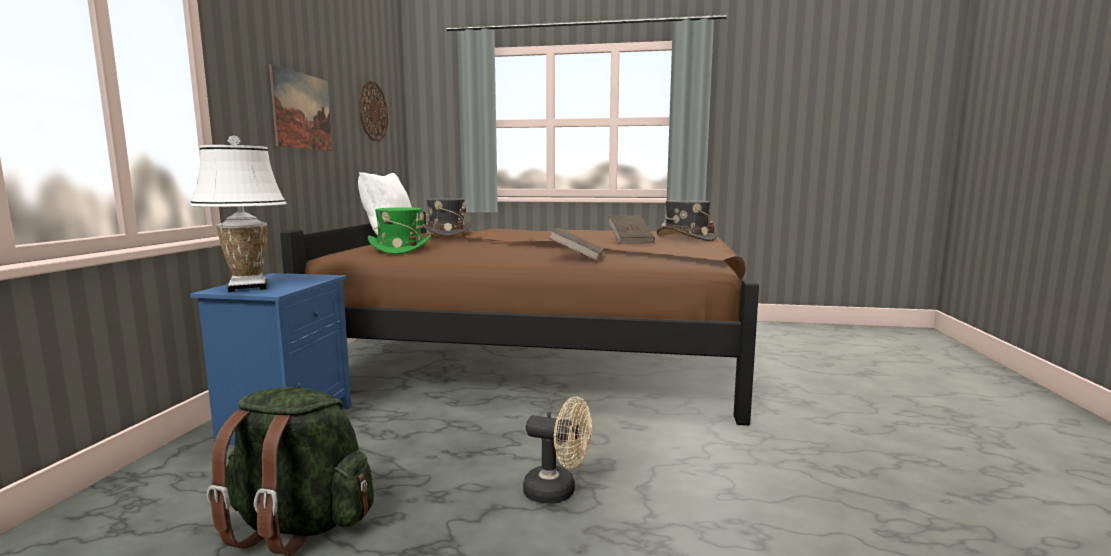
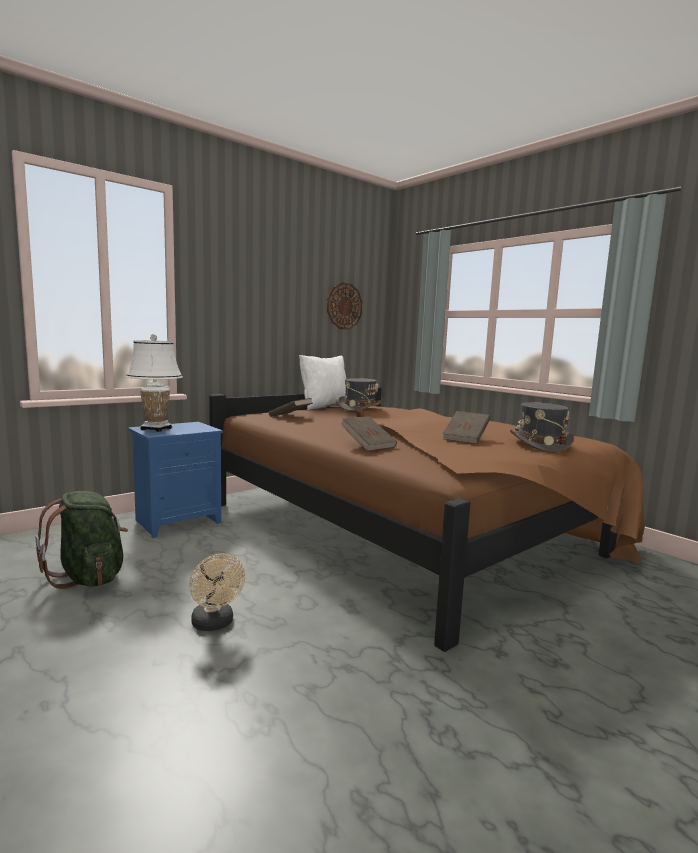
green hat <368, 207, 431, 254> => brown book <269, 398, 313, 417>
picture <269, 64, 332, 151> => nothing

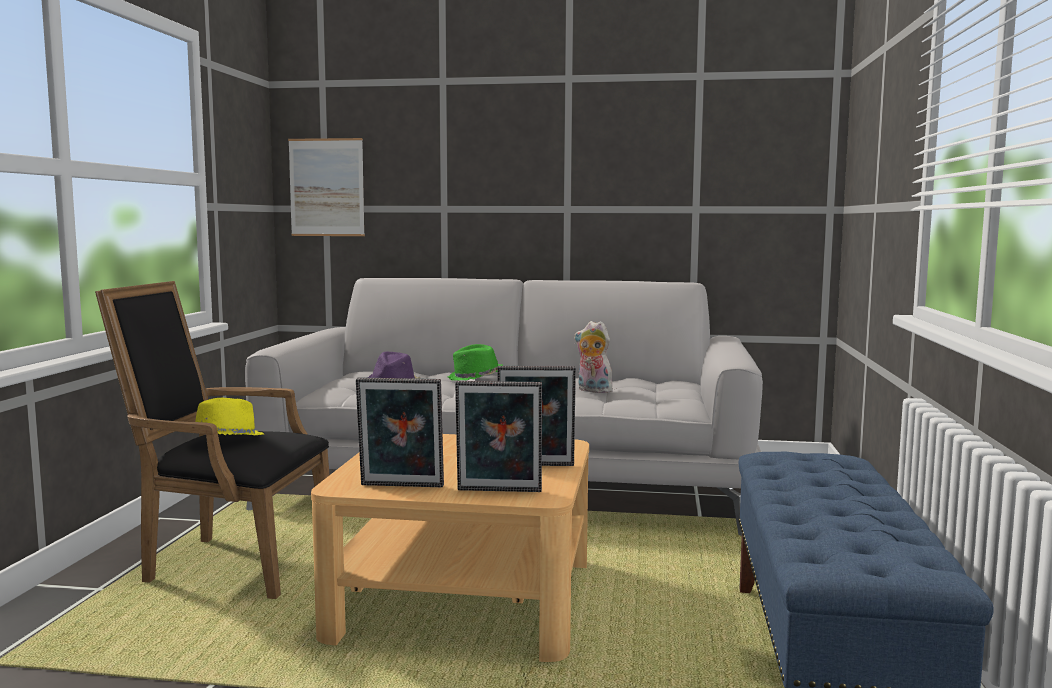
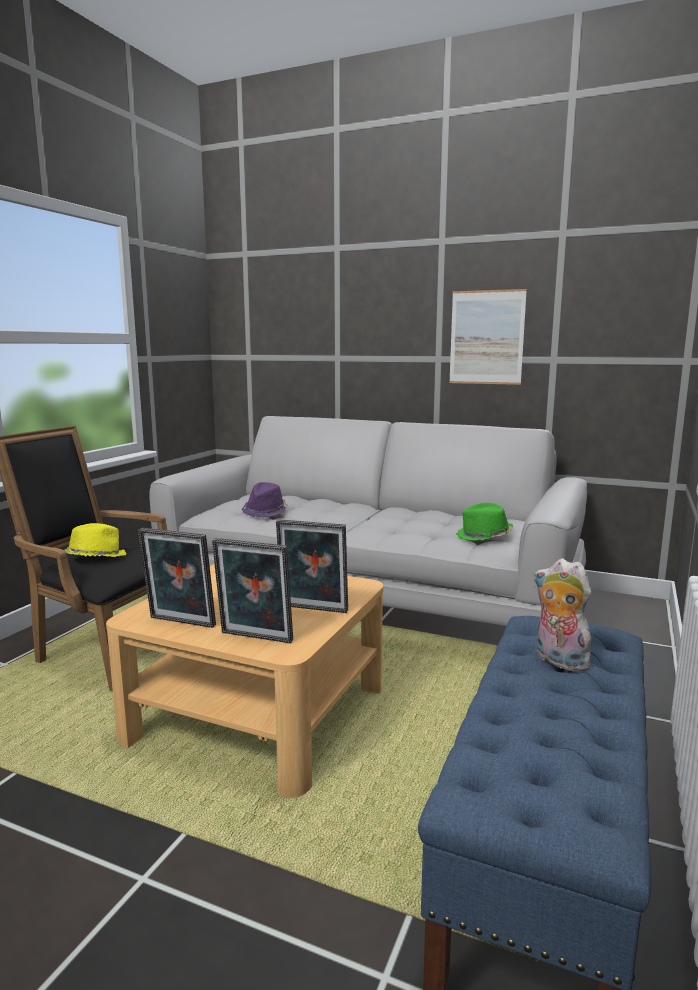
picture <288, 138, 365, 236> => picture <449, 289, 527, 385>, moved
green hat <448, 344, 503, 381> => green hat <456, 503, 513, 541>, moved
plush toy <574, 321, 613, 393> => plush toy <534, 558, 591, 672>, moved

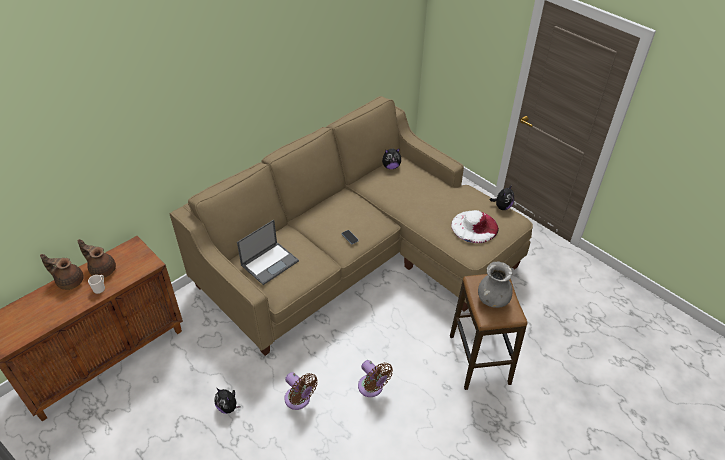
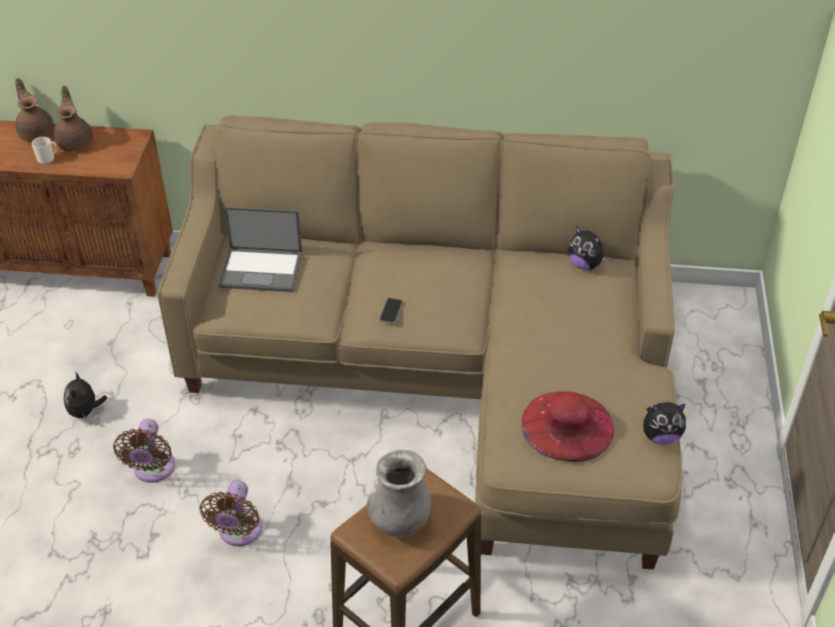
white hat <451, 210, 499, 243> => red hat <521, 391, 614, 462>

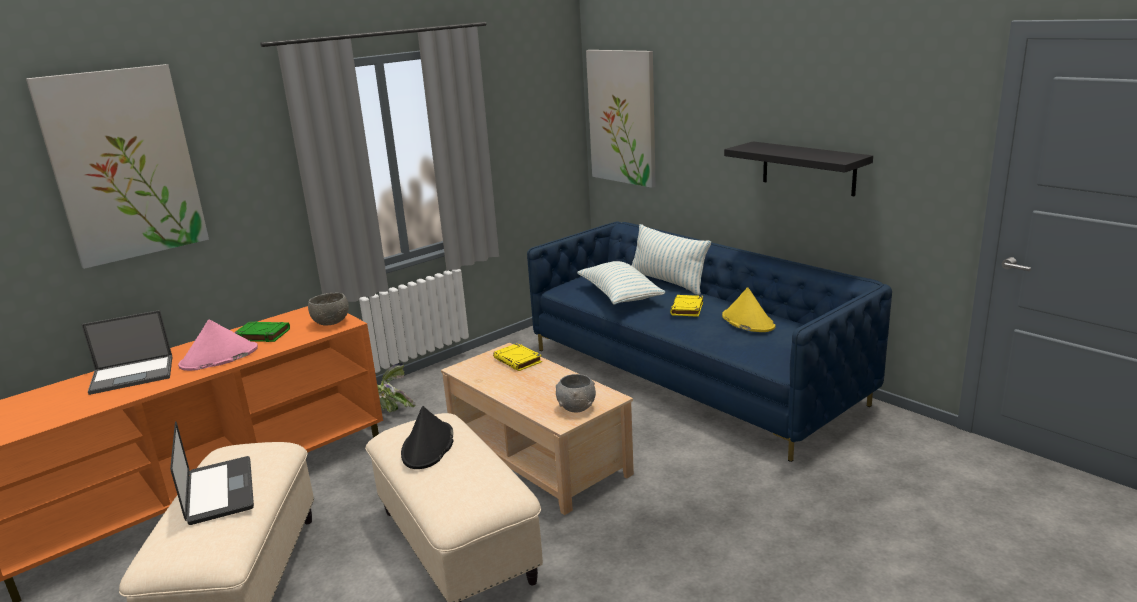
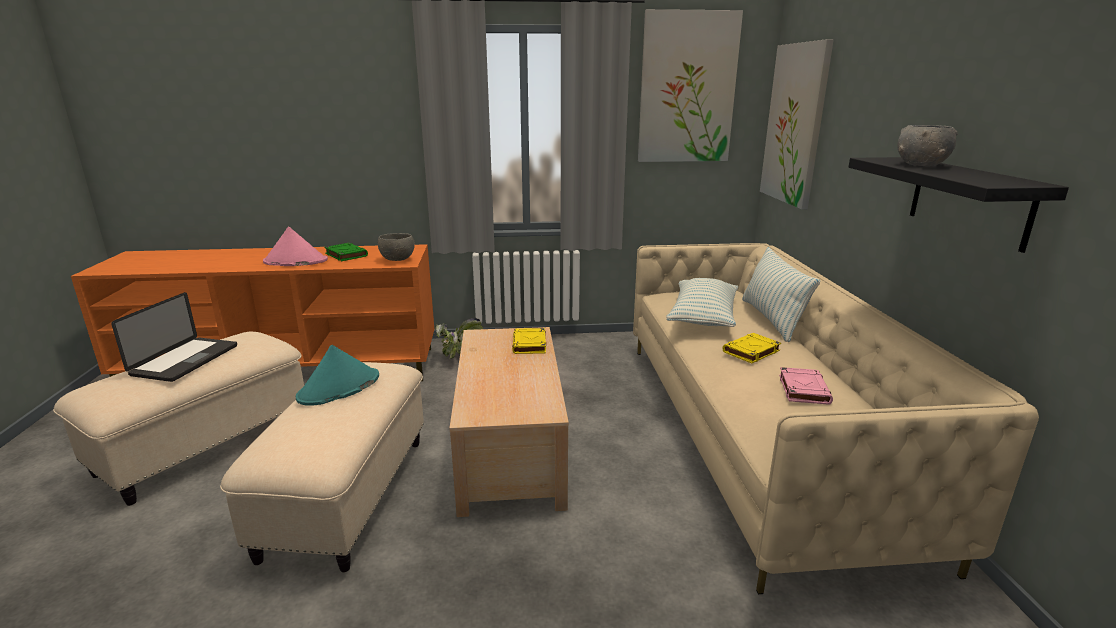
black hat <401, 406, 454, 469> => turquoise hat <296, 345, 379, 406>
blue sofa <527, 221, 892, 462> => beige sofa <633, 243, 1039, 594>
picture <26, 64, 209, 269> => picture <638, 9, 743, 162>, moved
yellow hat <722, 287, 775, 332> => pink book <779, 367, 833, 405>
grey bowl <556, 374, 596, 412> => grey bowl <897, 125, 958, 167>, moved
laptop <81, 310, 172, 395> => nothing

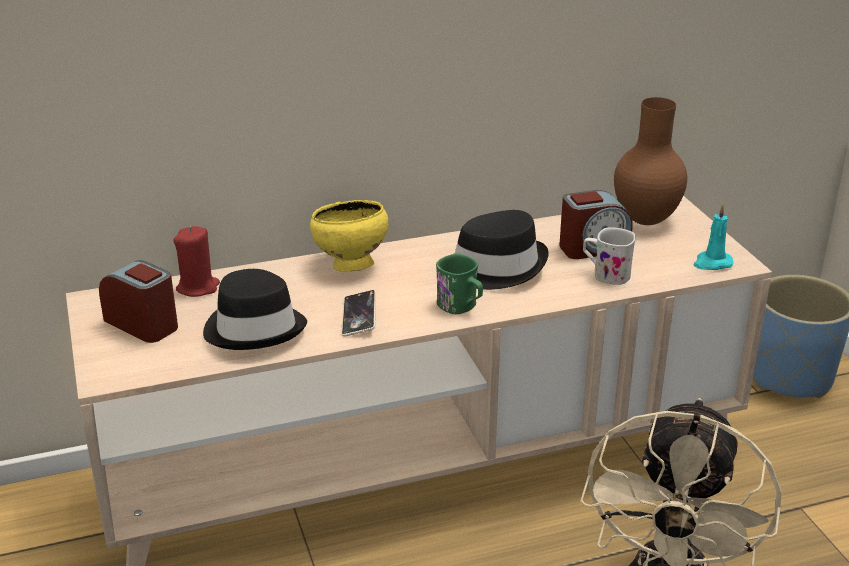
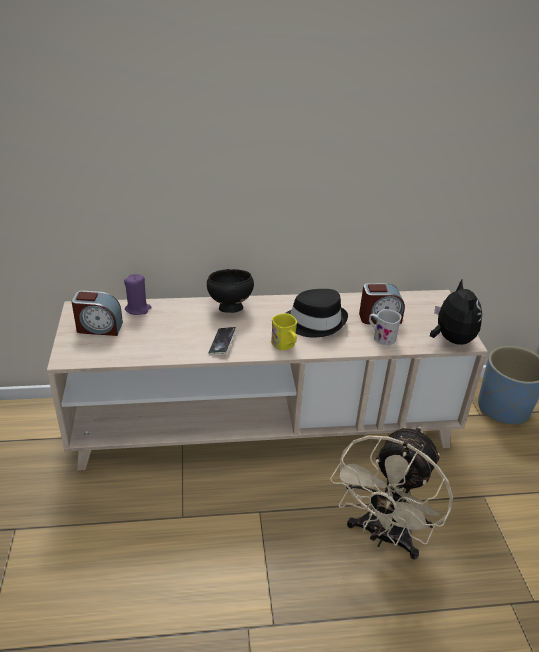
alarm clock <99, 260, 178, 343> => alarm clock <71, 290, 123, 336>, 135 degrees clockwise
red candle <174, 226, 220, 297> => purple candle <124, 274, 151, 315>
yellow bowl <310, 200, 388, 272> => black bowl <207, 269, 254, 313>
green mug <436, 254, 483, 314> => yellow mug <271, 313, 297, 350>
turquoise candle <693, 204, 733, 270> => plush toy <430, 278, 482, 345>
black hat <203, 269, 307, 350> => nothing
brown vase <614, 97, 687, 225> => nothing

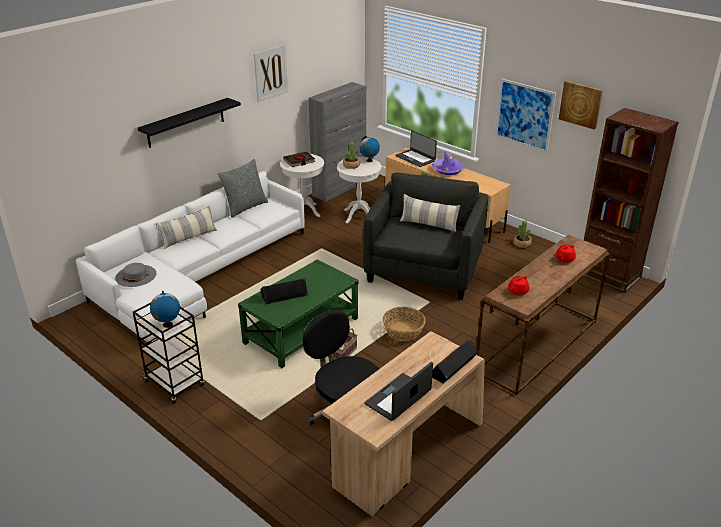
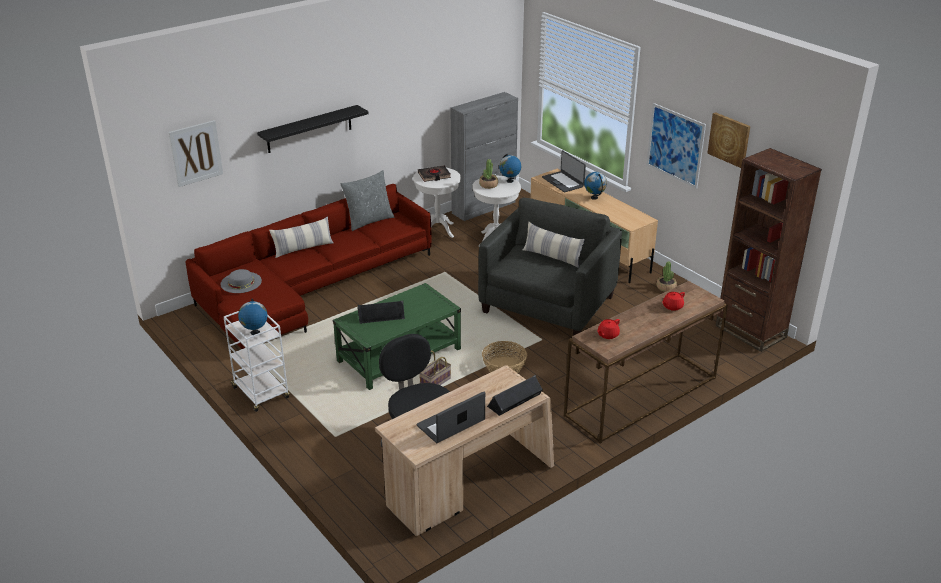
picture <254, 44, 288, 102> => picture <168, 120, 223, 187>, moved
white sofa <76, 171, 305, 345> => red sofa <185, 184, 431, 349>
black cart <133, 303, 205, 404> => white cart <224, 311, 290, 412>
purple hat <432, 151, 465, 175> => globe <584, 172, 607, 200>

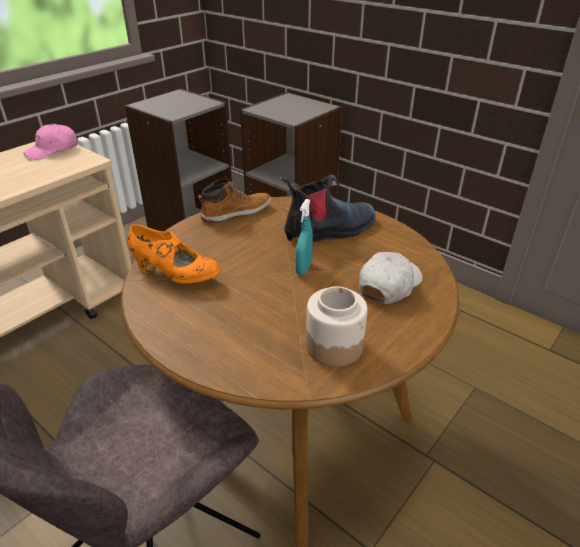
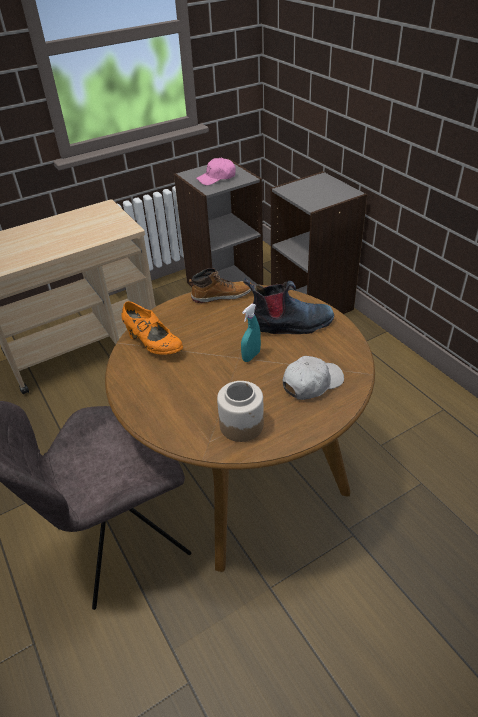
pink cap <23, 124, 77, 160> => pink cap <196, 158, 236, 185>, moved

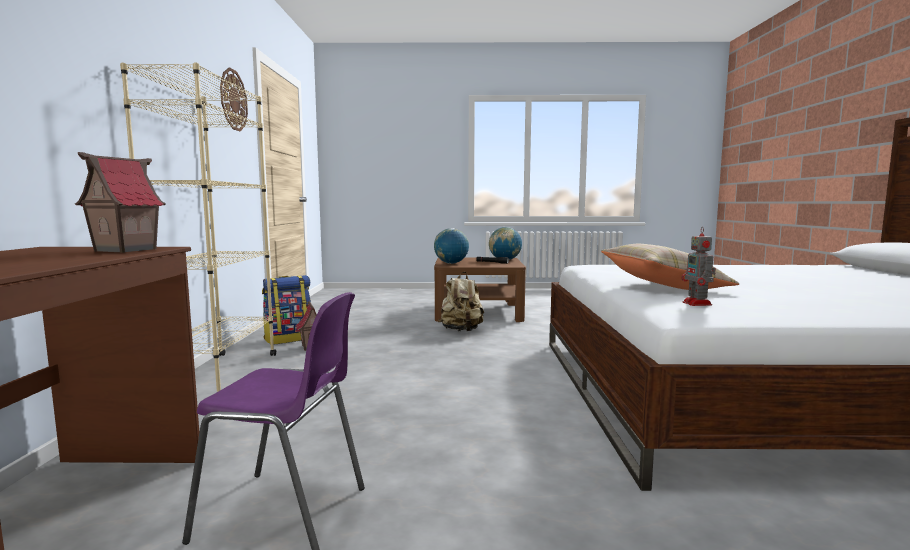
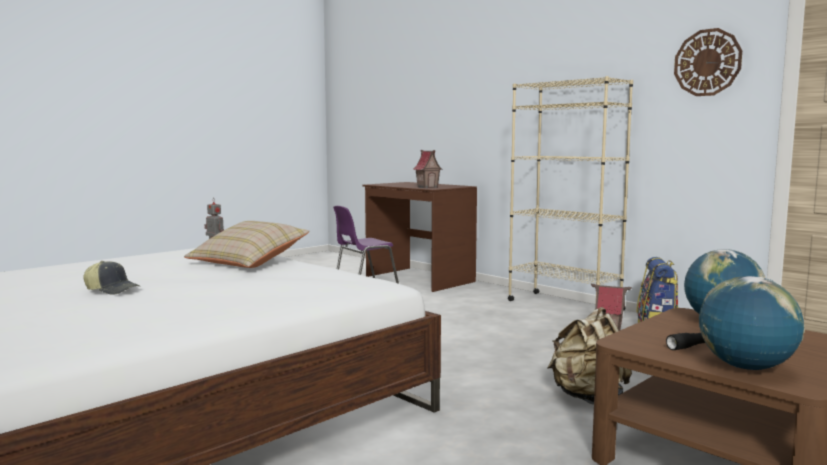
nothing => cap <83, 261, 140, 295>

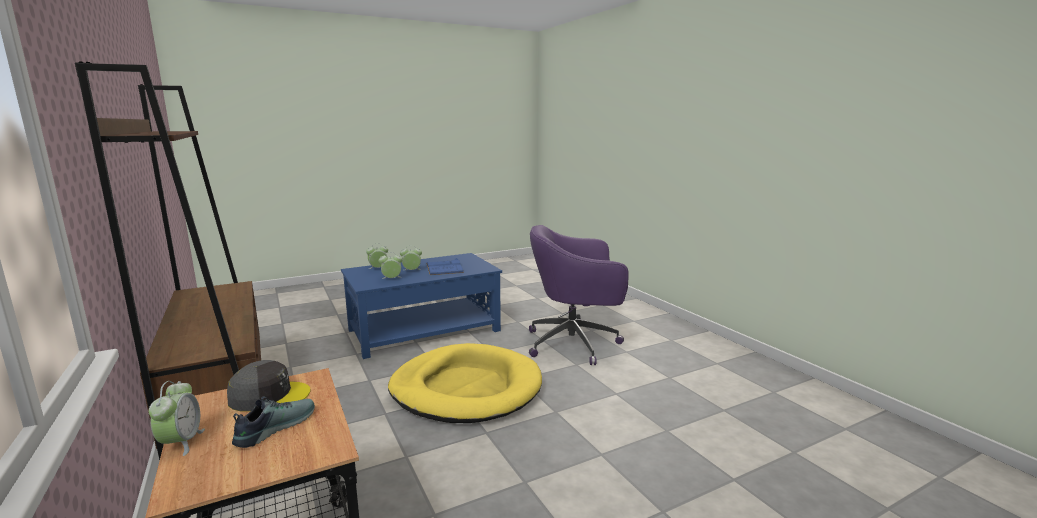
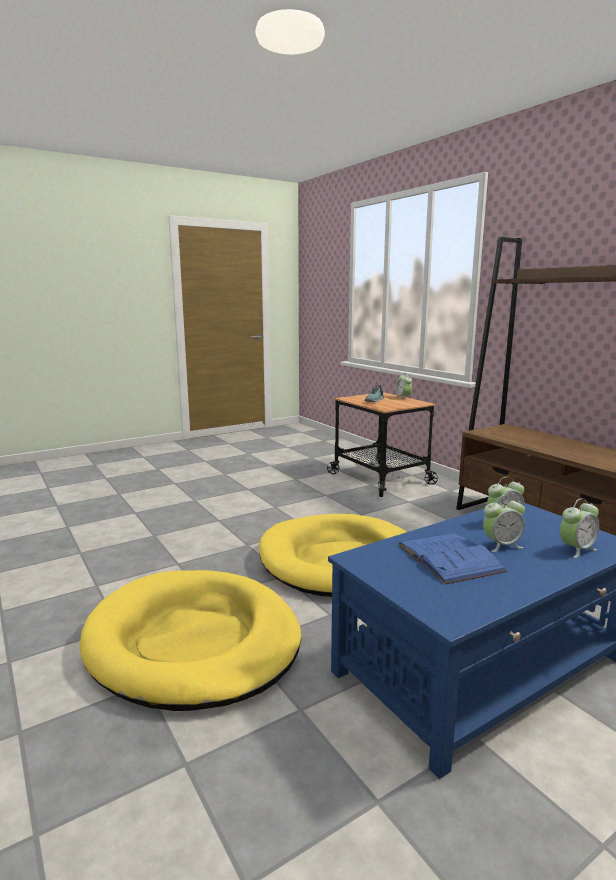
purple office chair <529, 225, 629, 365> => yellow dog bed <80, 570, 301, 711>
grey cap <227, 360, 311, 411> => nothing

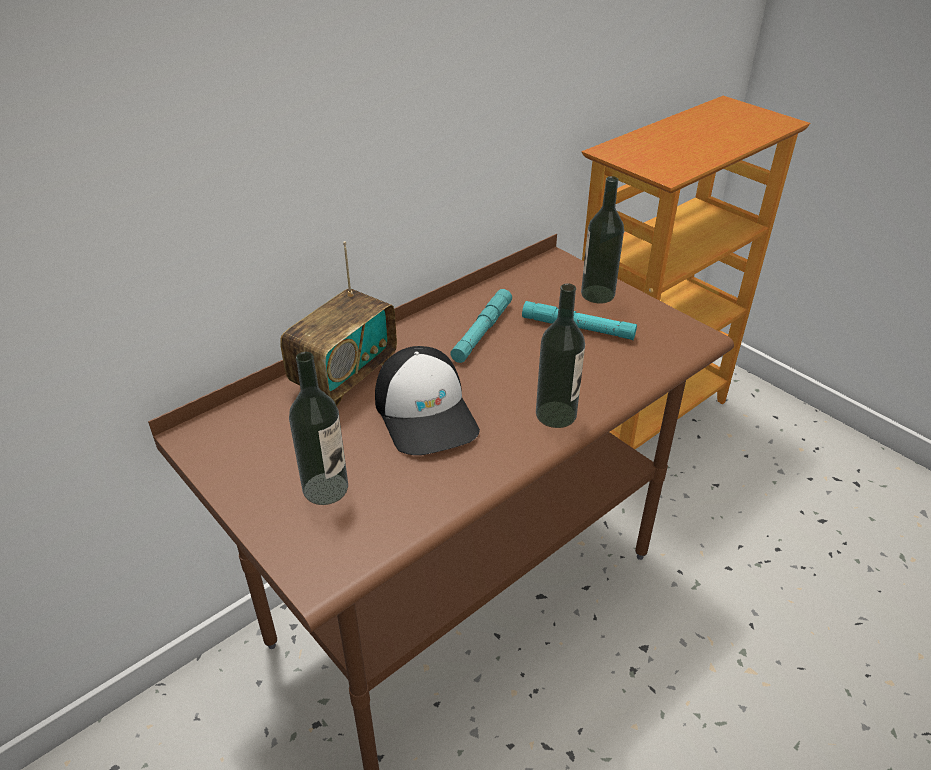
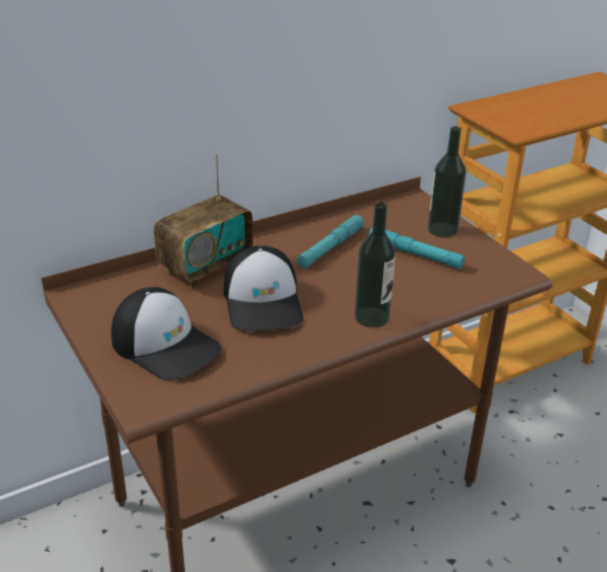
bottle <289, 352, 348, 505> => cap <111, 287, 222, 380>

